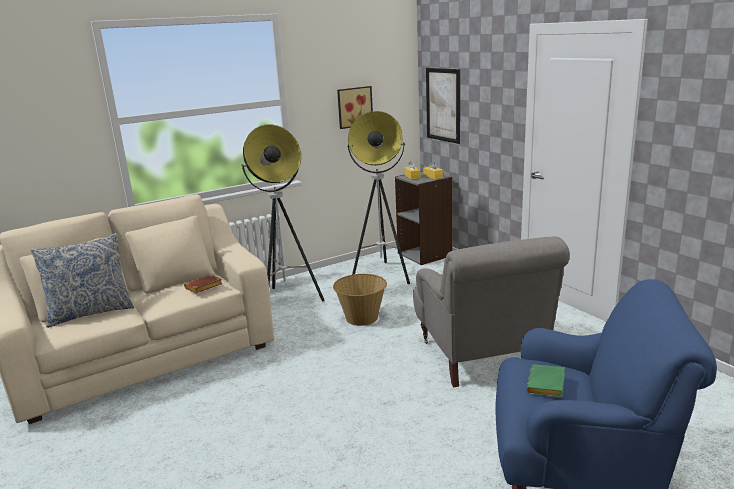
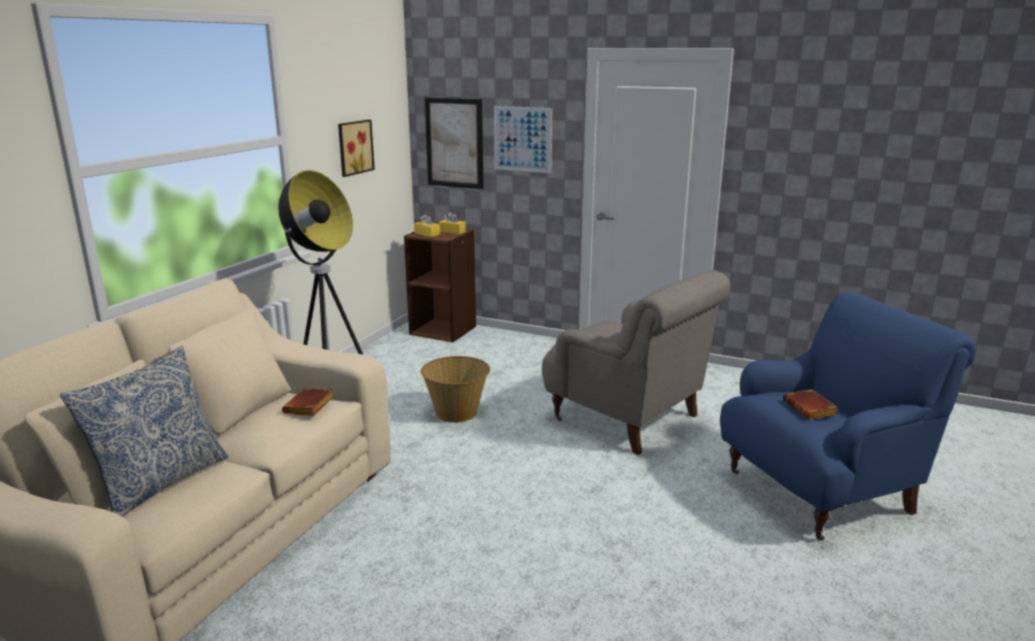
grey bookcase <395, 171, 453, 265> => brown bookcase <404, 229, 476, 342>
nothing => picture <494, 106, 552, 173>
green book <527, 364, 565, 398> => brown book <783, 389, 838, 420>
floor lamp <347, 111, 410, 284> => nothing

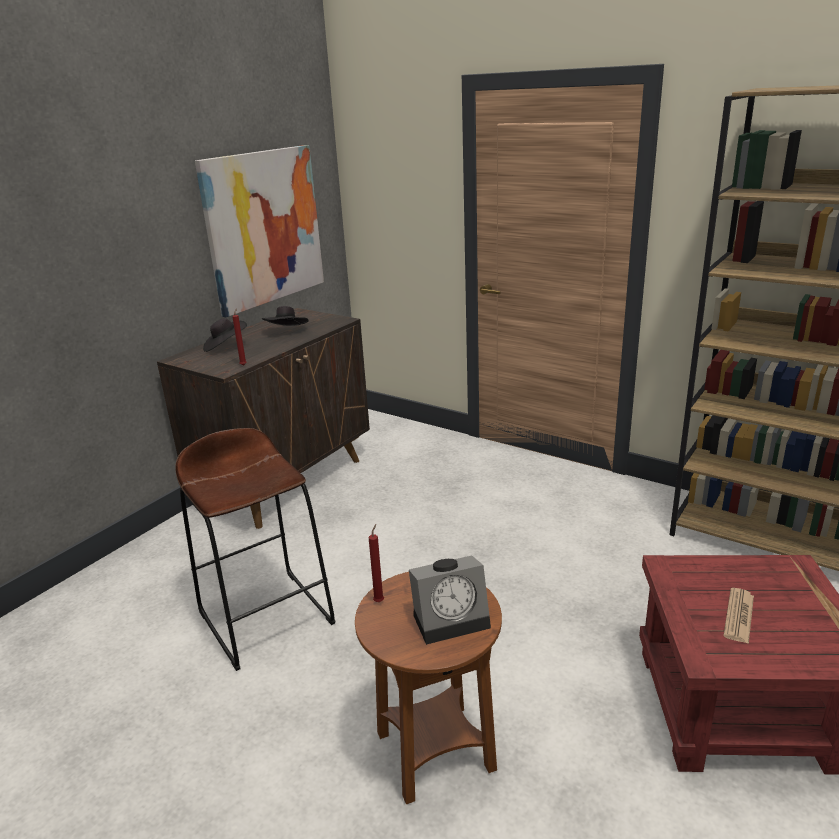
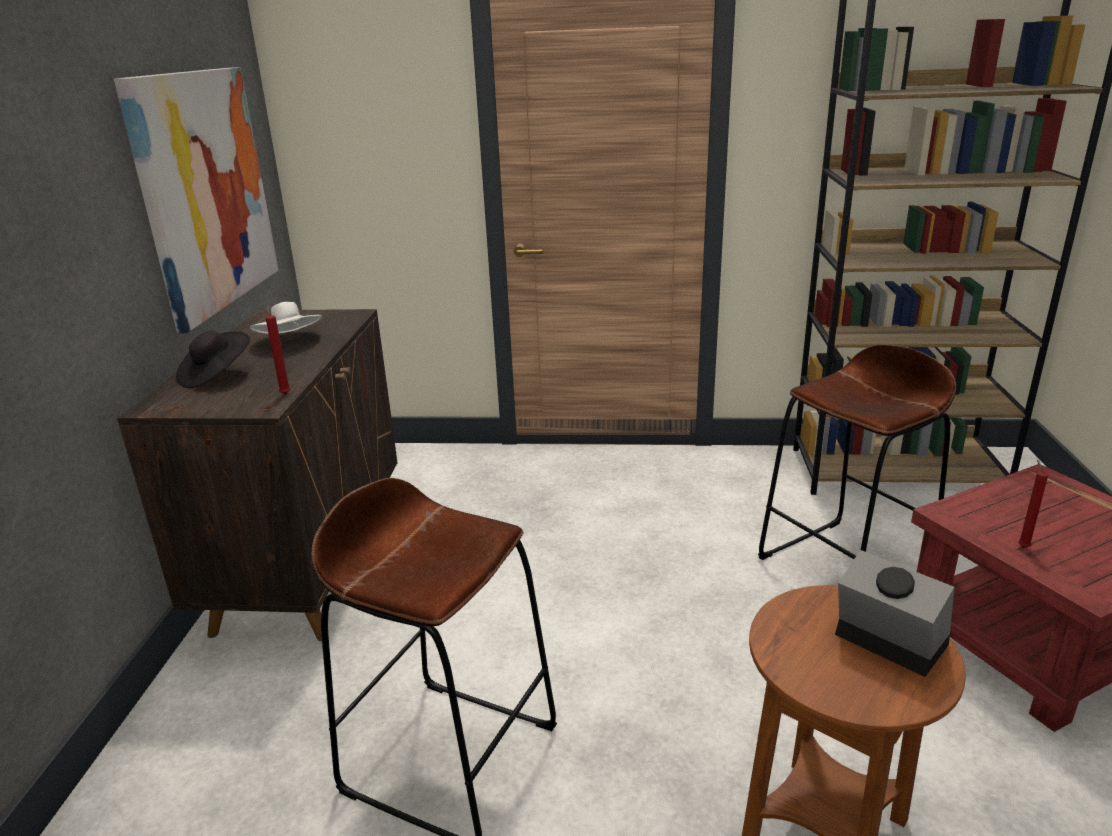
black hat <261, 306, 309, 326> => white hat <250, 302, 322, 334>
nothing => brown stool <758, 345, 956, 560>
alarm clock <409, 555, 491, 645> => alarm clock <835, 550, 954, 677>, 90 degrees counterclockwise
red candle <369, 524, 384, 602> => red candle <1018, 460, 1048, 548>, moved
newspaper <723, 588, 754, 644> => nothing

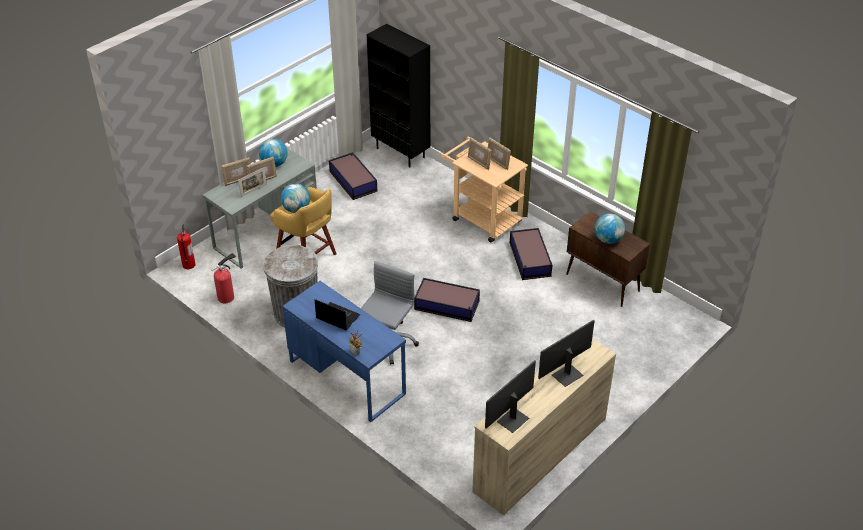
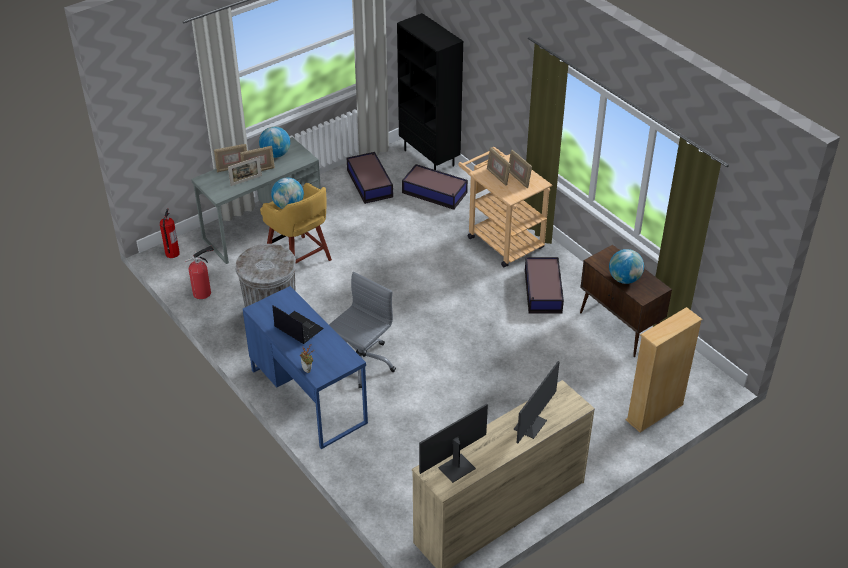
storage box <414, 278, 480, 322> => storage box <402, 164, 468, 210>, moved
monitor <538, 320, 595, 387> => monitor <513, 361, 560, 444>, 150 degrees clockwise
nothing => beige bookcase <626, 307, 702, 432>

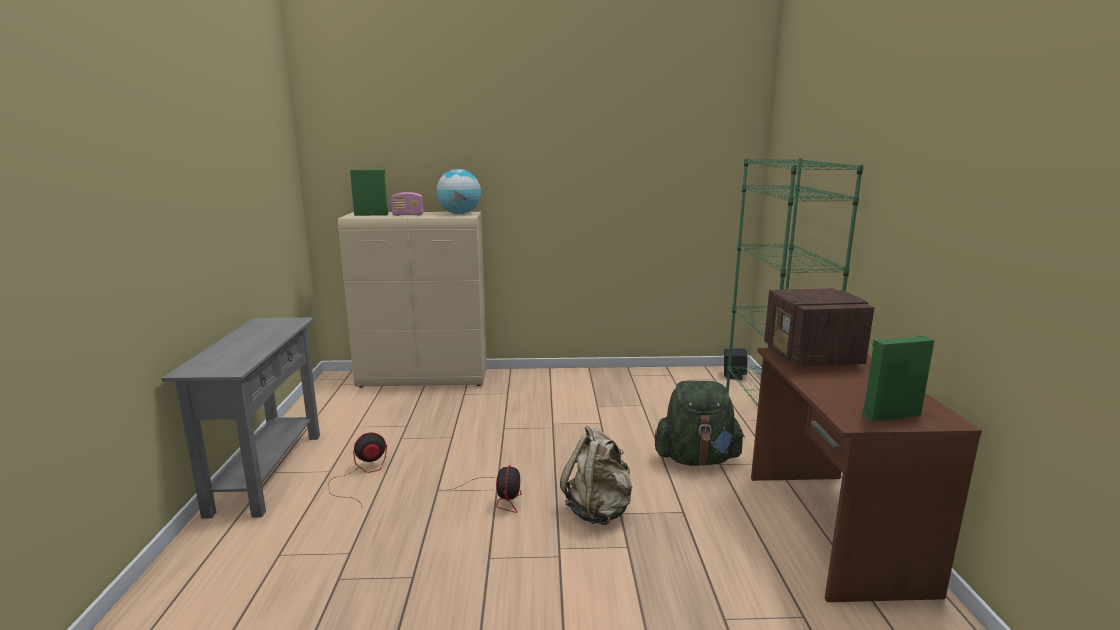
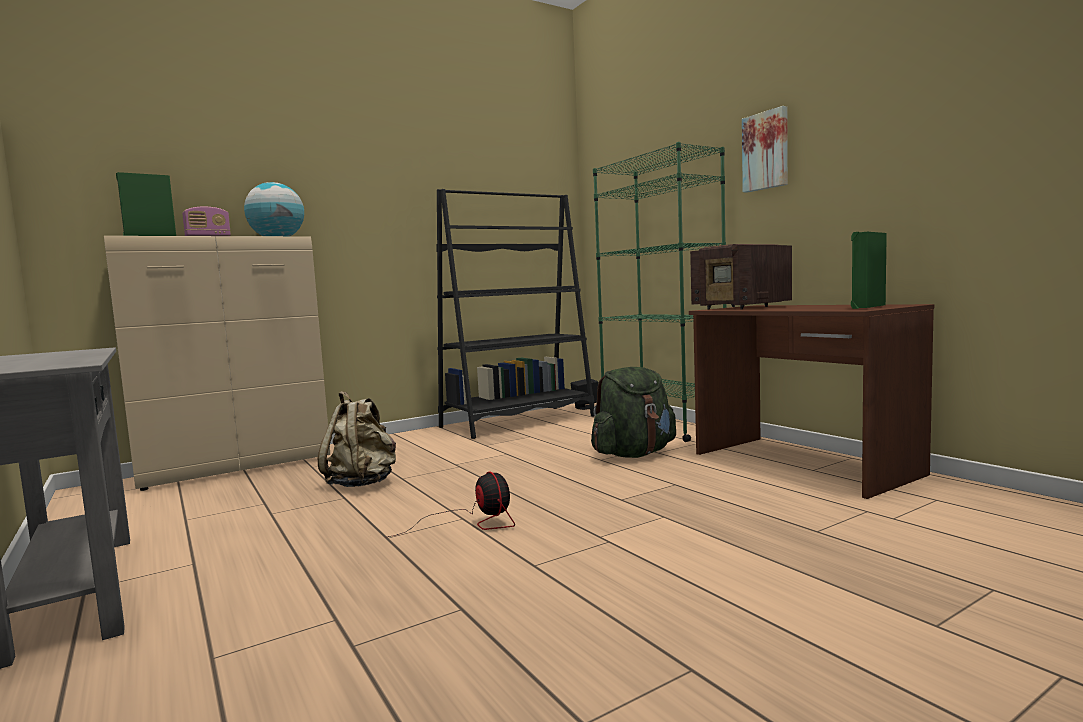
beige backpack <560, 426, 633, 525> => beige backpack <318, 391, 396, 487>, moved
nothing => black bookcase <436, 189, 595, 439>
nothing => picture <742, 106, 788, 193>
fan <328, 433, 387, 506> => nothing

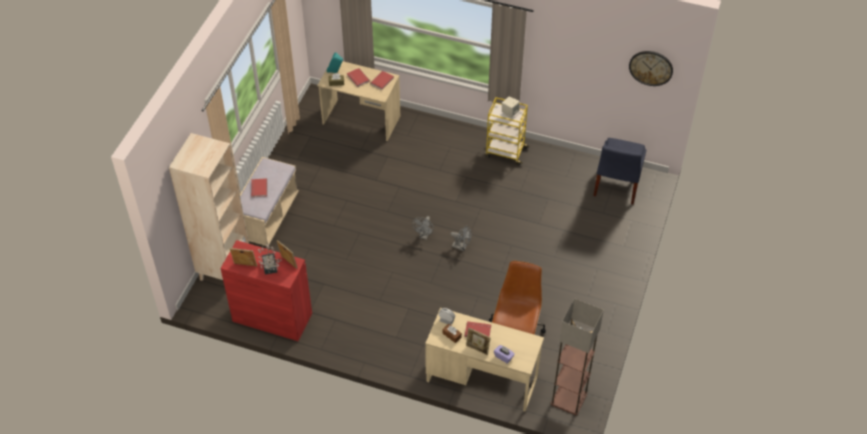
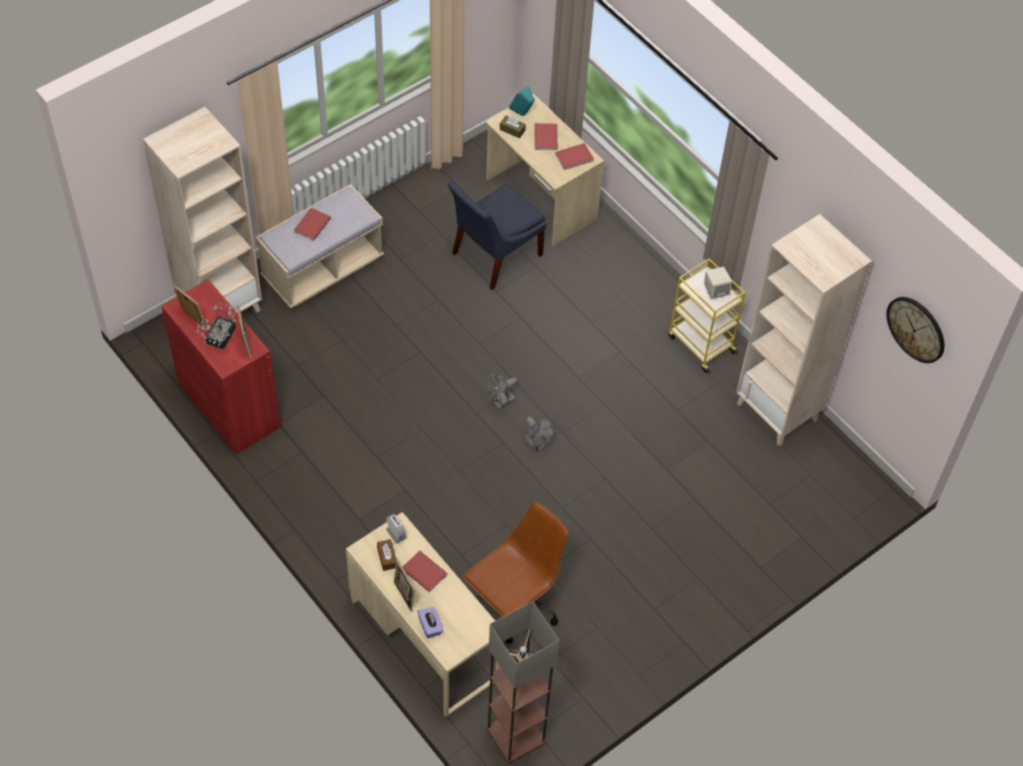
blue chair <593, 138, 647, 204> => blue chair <448, 181, 546, 290>, moved
nothing => beige bookcase <736, 214, 872, 446>

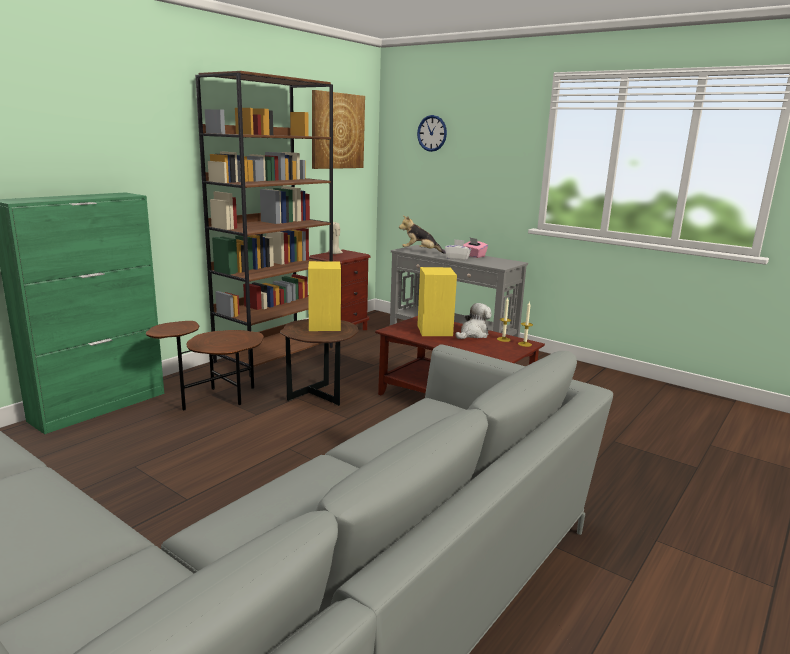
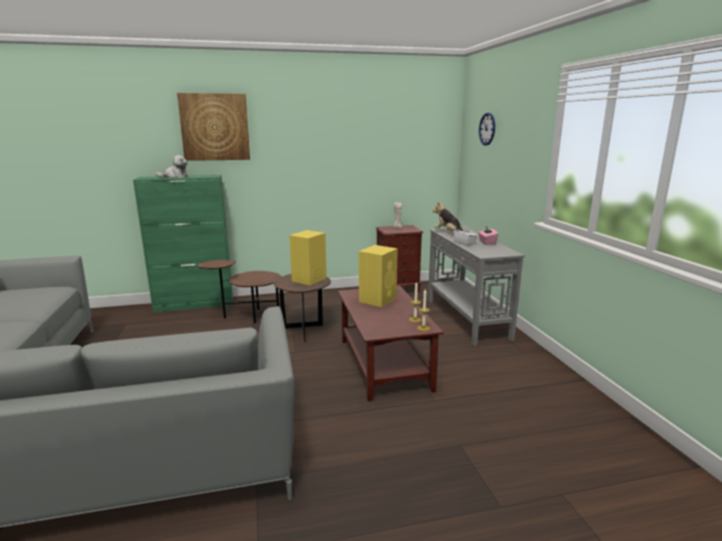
plush toy <455, 303, 492, 339> => plush toy <155, 155, 188, 178>, moved
picture <312, 90, 365, 169> => picture <177, 93, 250, 161>, moved
brown bookcase <195, 71, 333, 377> => nothing

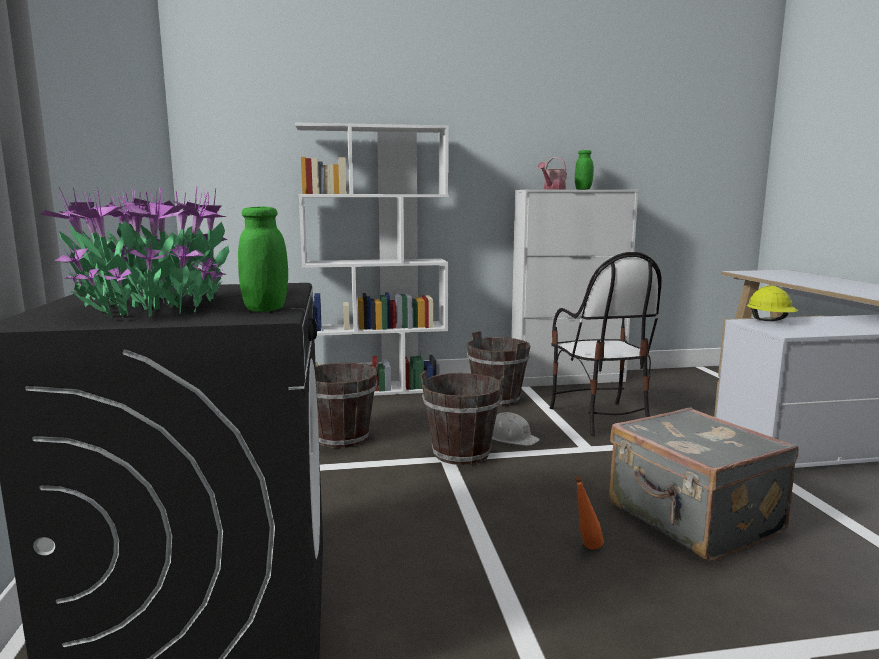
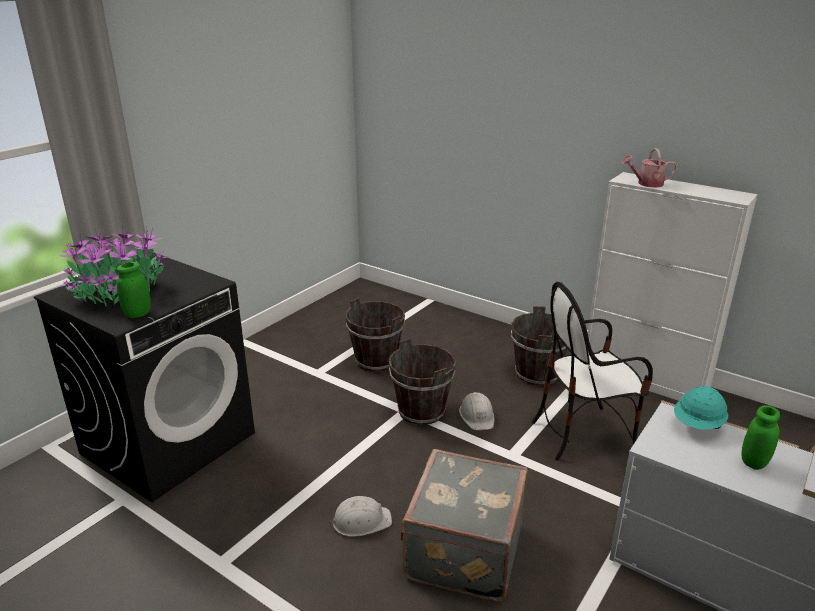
orange bottle <575, 476, 604, 550> => white hard hat <329, 496, 392, 537>
chair <550, 252, 662, 436> => chair <532, 282, 653, 461>, 45 degrees clockwise
yellow hard hat <747, 286, 798, 321> => turquoise hard hat <674, 386, 728, 430>
green jar <575, 150, 594, 190> => green jar <741, 405, 780, 470>, moved
white bookcase <295, 123, 449, 396> => nothing

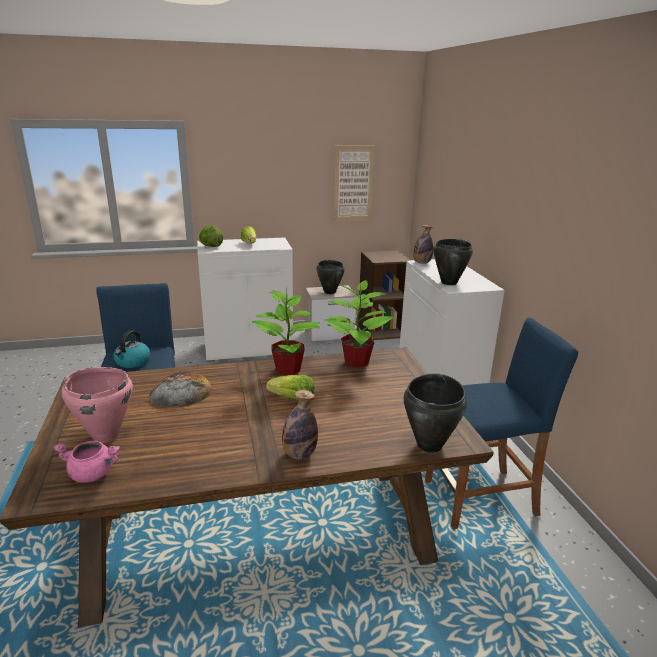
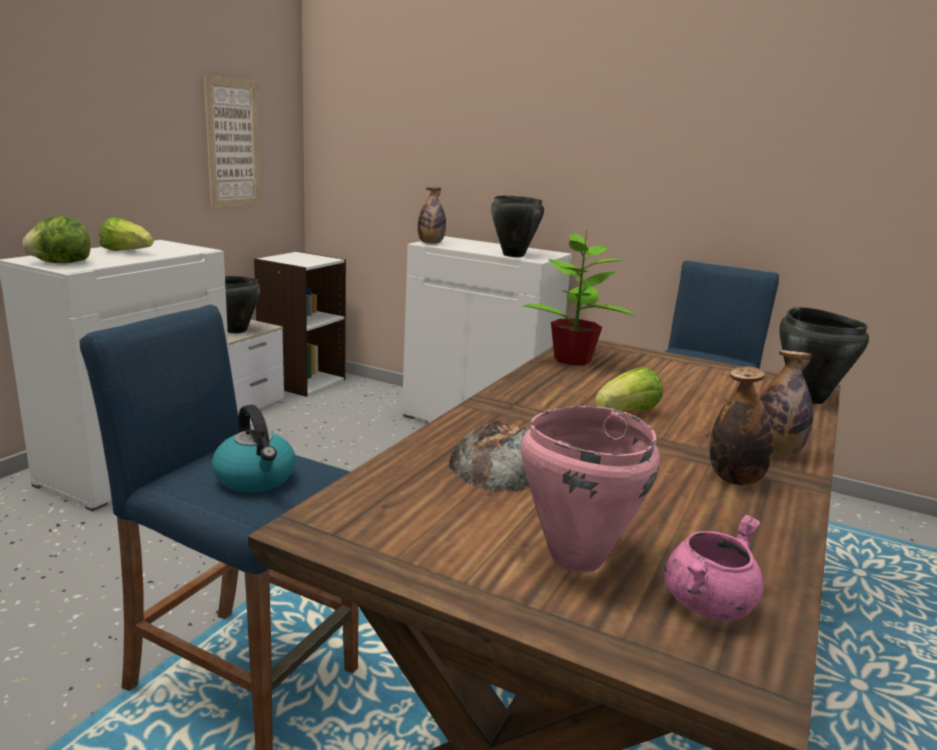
brown bookcase <358, 250, 411, 340> => white bookcase <254, 251, 346, 397>
nothing => bottle <710, 366, 773, 485>
potted plant <252, 289, 320, 375> => nothing

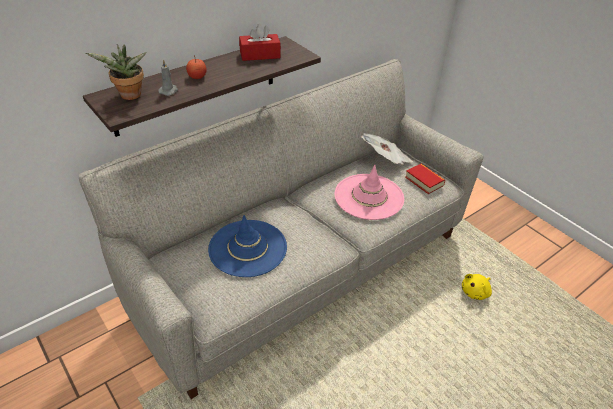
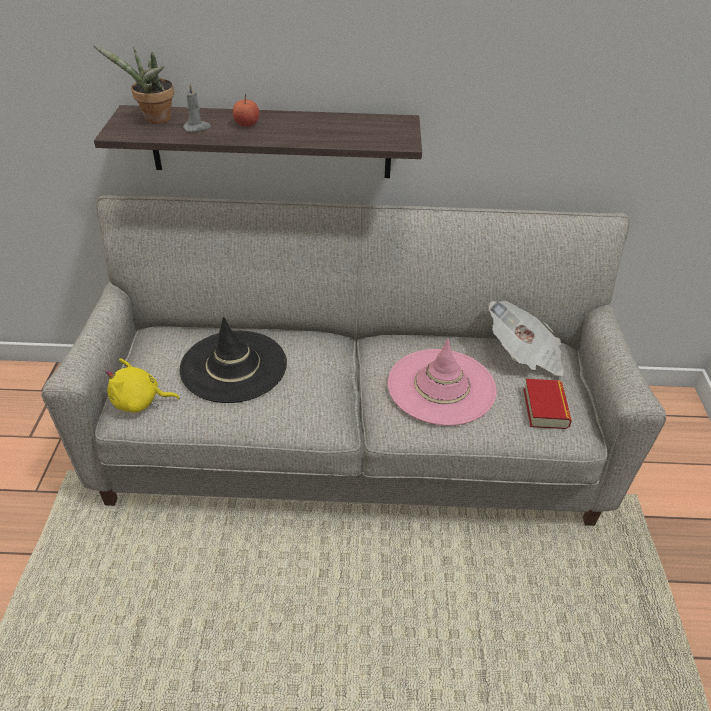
yellow plush toy <462, 274, 492, 300> => yellow plush toy <105, 359, 180, 413>, moved
blue hat <208, 215, 287, 277> => black hat <180, 317, 287, 403>
red tissue box <239, 24, 281, 61> => nothing

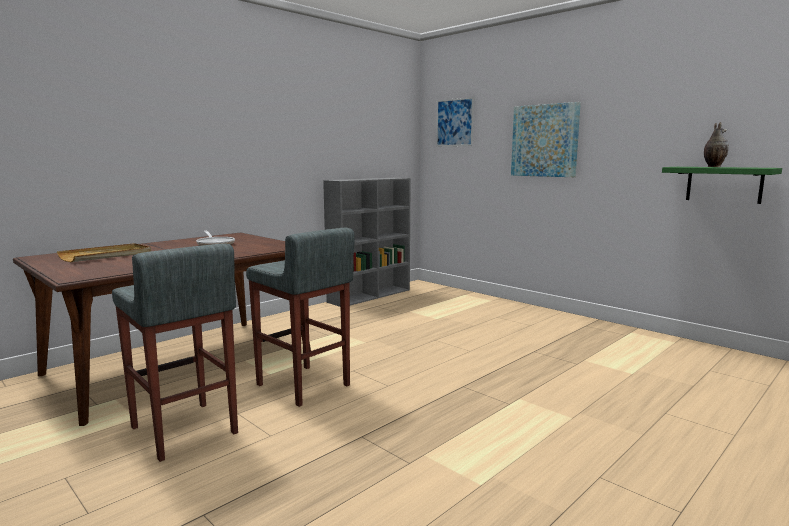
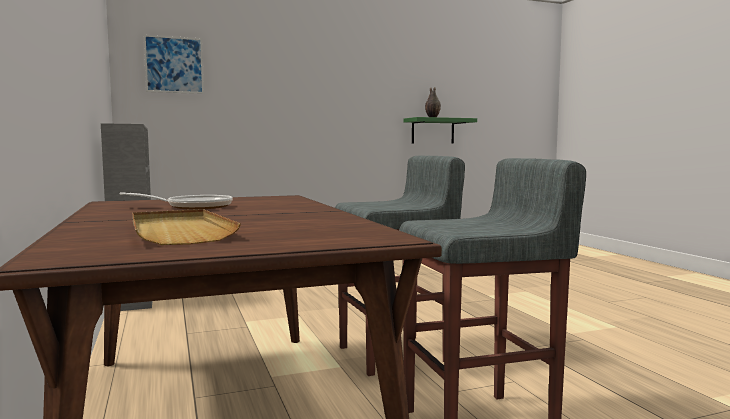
picture <511, 102, 581, 177> => nothing

